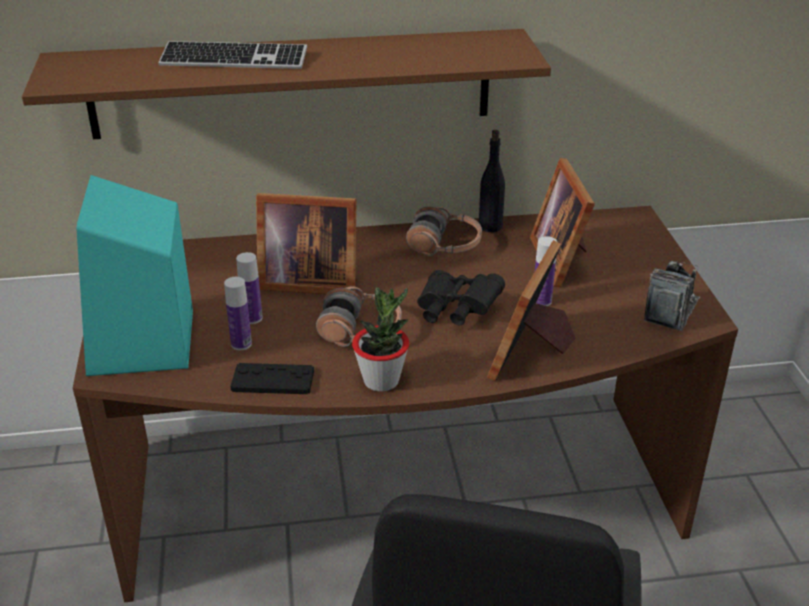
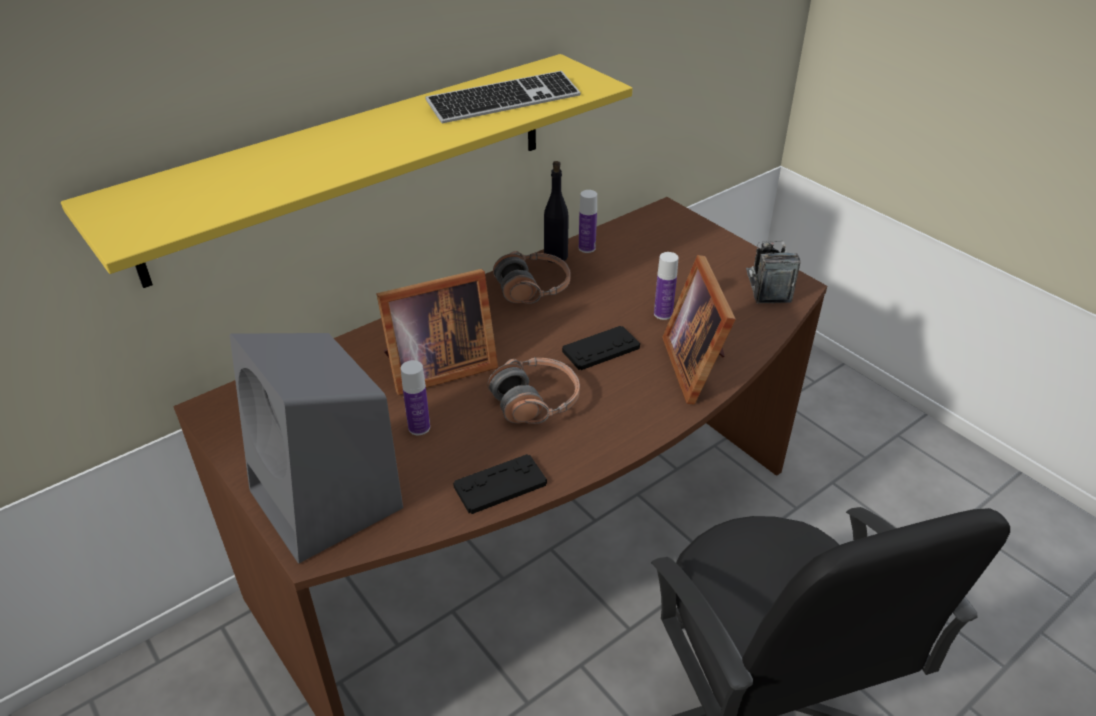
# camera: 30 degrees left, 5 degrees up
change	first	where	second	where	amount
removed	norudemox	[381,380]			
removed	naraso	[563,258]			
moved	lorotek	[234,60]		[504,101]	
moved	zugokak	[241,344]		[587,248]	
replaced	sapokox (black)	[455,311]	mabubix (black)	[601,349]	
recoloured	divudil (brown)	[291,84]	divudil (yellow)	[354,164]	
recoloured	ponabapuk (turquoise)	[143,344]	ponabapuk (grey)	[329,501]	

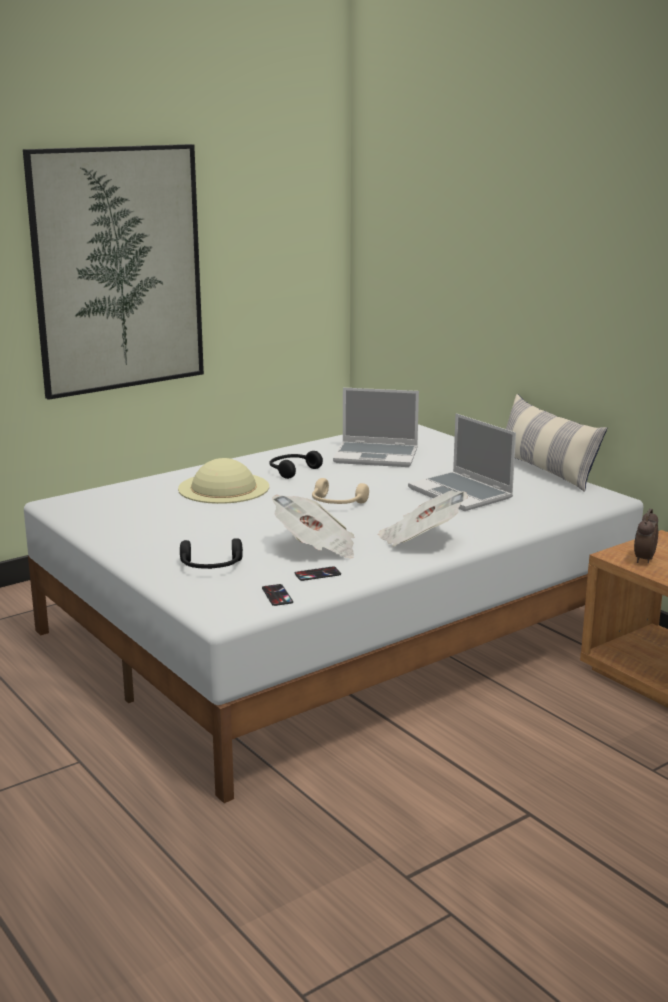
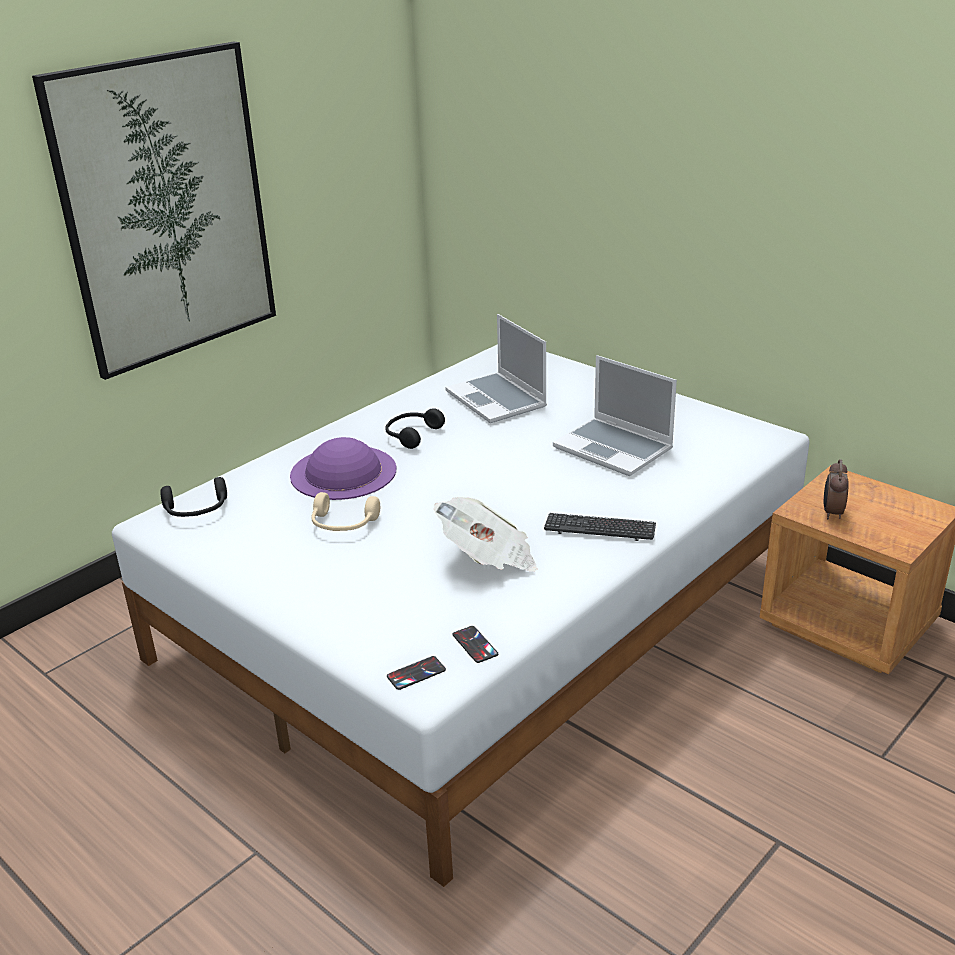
# camera: 10 degrees left, 10 degrees up
change	first	where	second	where	amount
removed	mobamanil	[545,470]			
moved	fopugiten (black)	[211,567]		[196,510]	
moved	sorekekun	[317,574]		[416,673]	
moved	fopugiten (beige)	[337,504]		[343,524]	
replaced	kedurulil	[420,540]	lorotek	[600,529]	
recoloured	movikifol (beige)	[223,488]	movikifol (purple)	[343,472]	
turned	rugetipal	[377,456]		[498,400]	60 degrees clockwise

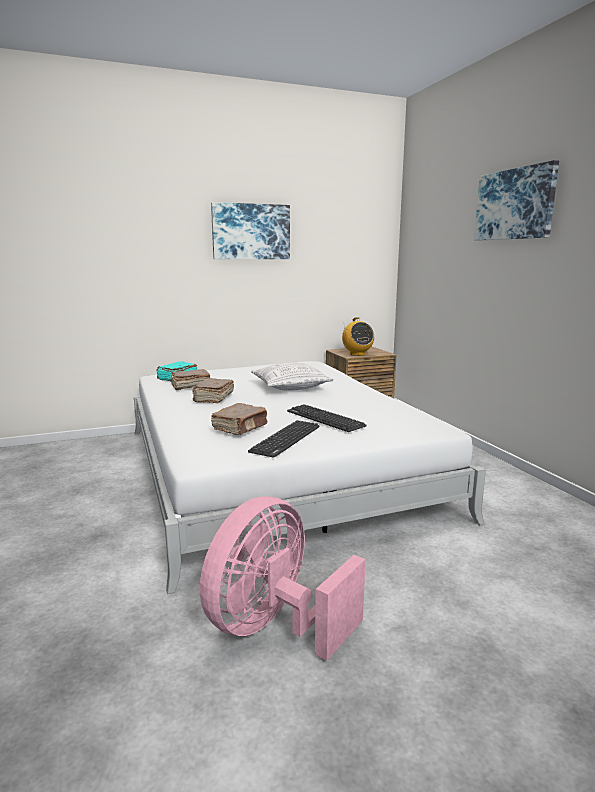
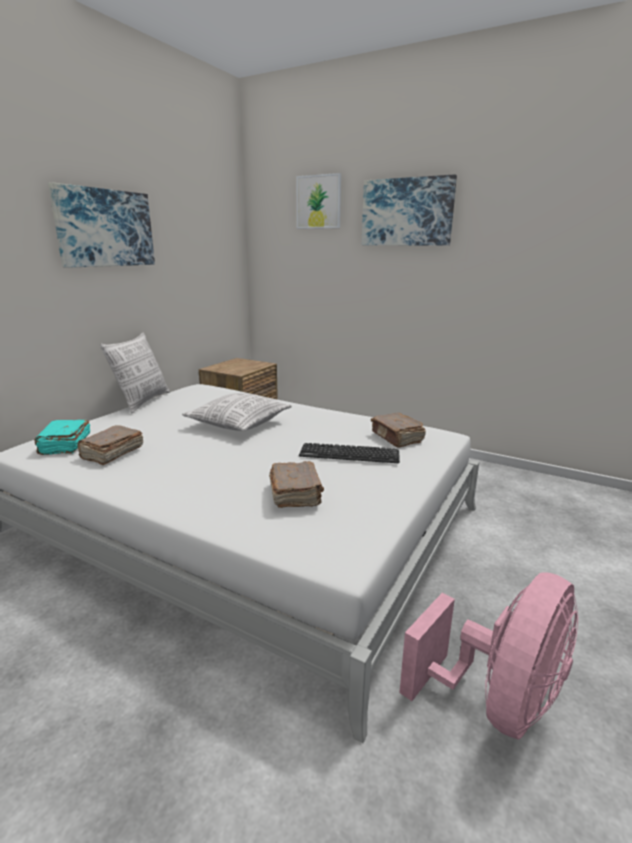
# camera: 40 degrees left, 5 degrees up
change	first	where	second	where	amount
removed	lorotek	[286,439]			
removed	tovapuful	[357,354]			
added			mobamanil	[142,402]	
added			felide	[318,202]	
moved	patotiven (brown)	[213,398]		[397,438]	
turned	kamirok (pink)	[275,626]		[498,702]	135 degrees counterclockwise

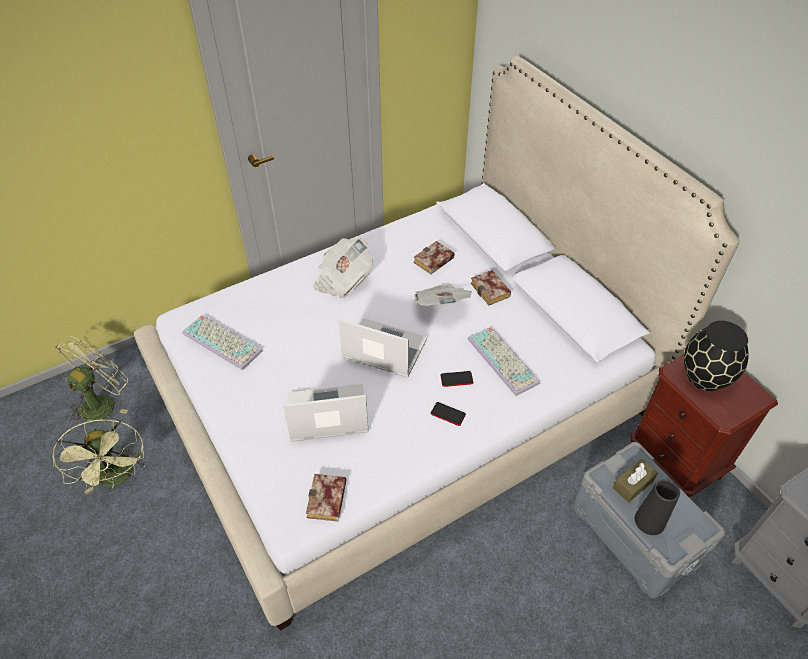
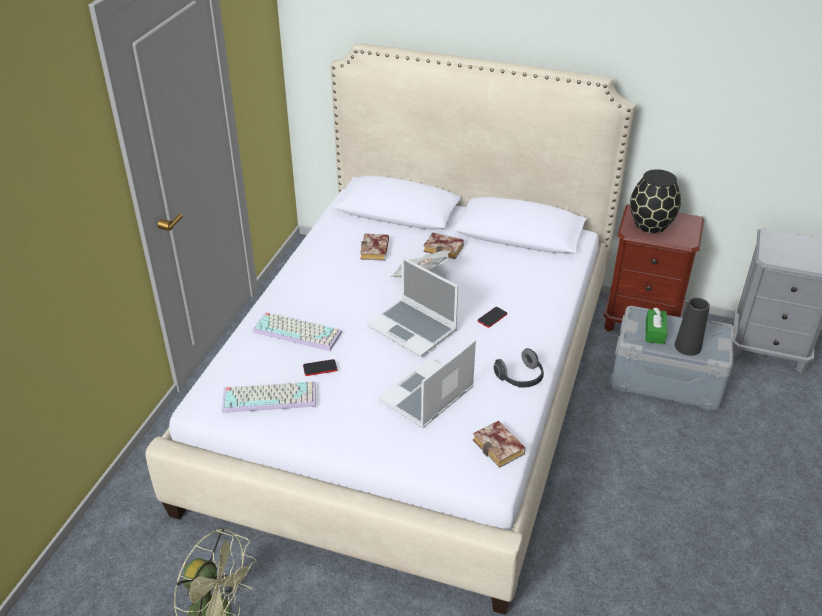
# camera: 40 degrees left, 10 degrees down
change	first	where	second	where	amount
removed	kamirok (green)	[102,402]			
removed	kedurulil	[342,279]			
added			fopugiten	[520,378]	
moved	sorekekun	[448,414]		[320,368]	
moved	lorotek	[504,361]		[299,331]	
recoloured	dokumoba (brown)	[633,484]	dokumoba (green)	[654,332]	
turned	rugetipal	[383,350]		[413,329]	120 degrees counterclockwise

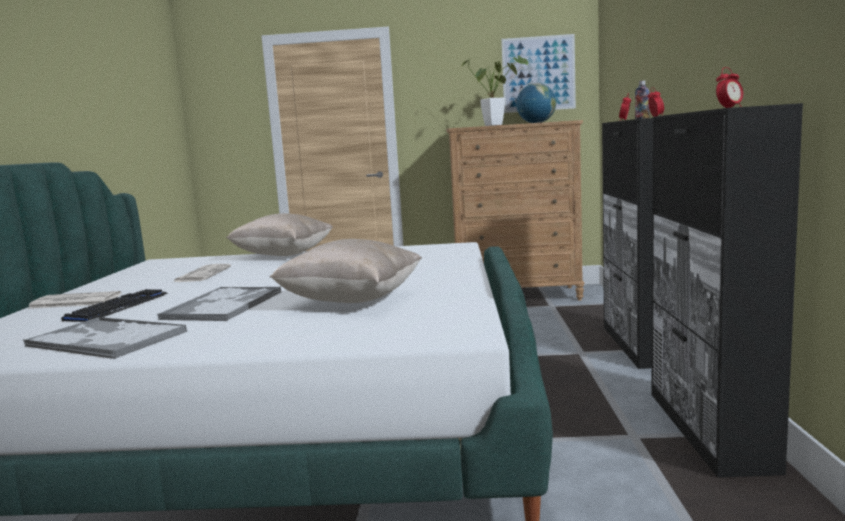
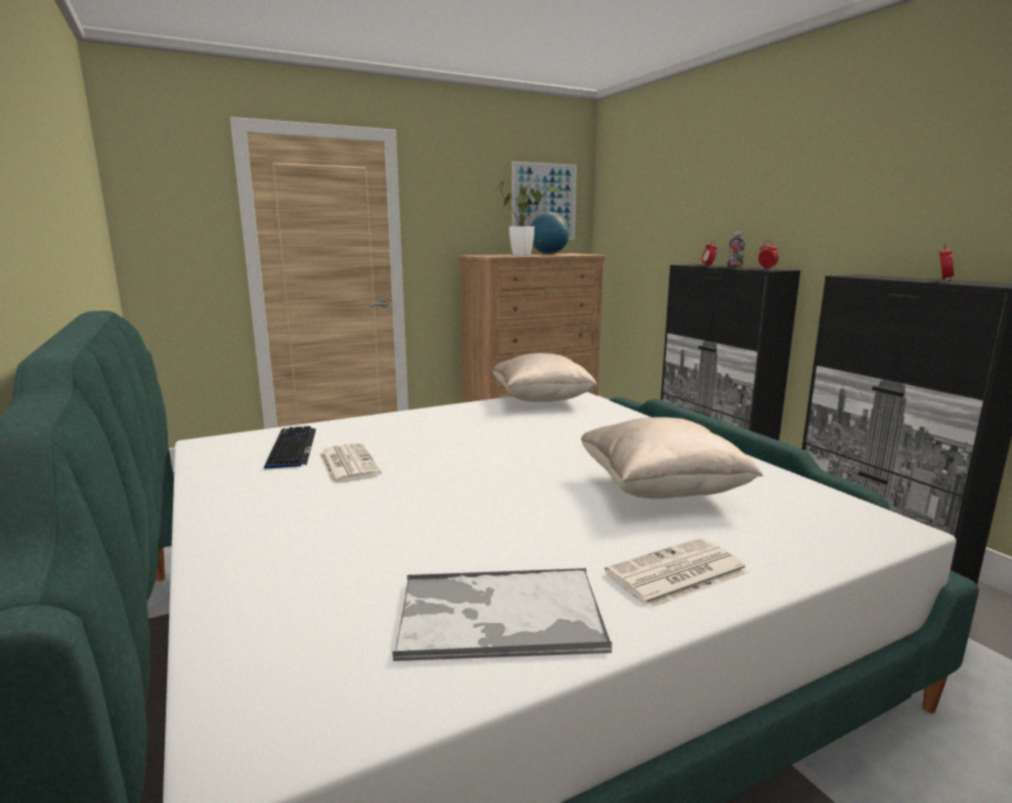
# camera: 30 degrees left, 5 degrees up
change	first	where	second	where	amount
removed	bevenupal	[224,305]			
moved	kedurulil	[74,302]		[676,574]	
moved	lorotek	[118,307]		[292,448]	
moved	mobamanil (beige)	[283,255]		[541,400]	

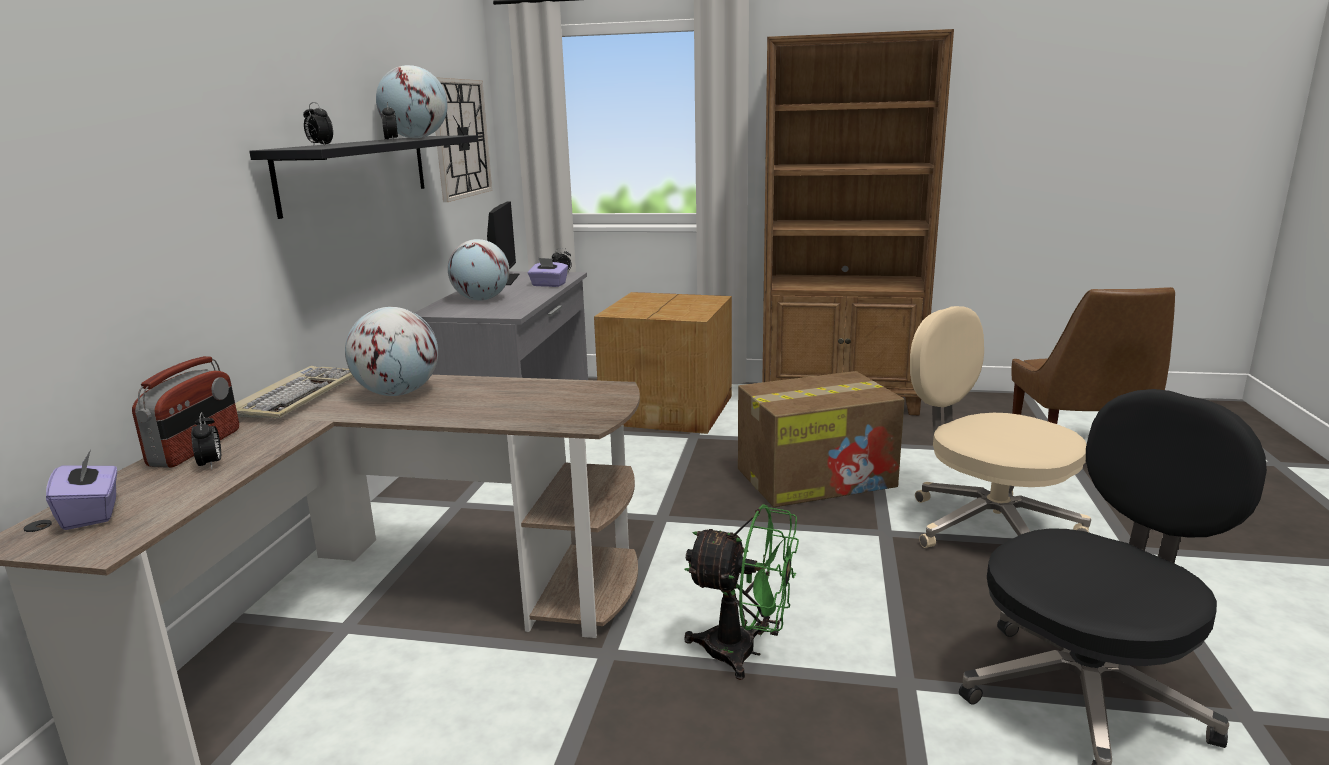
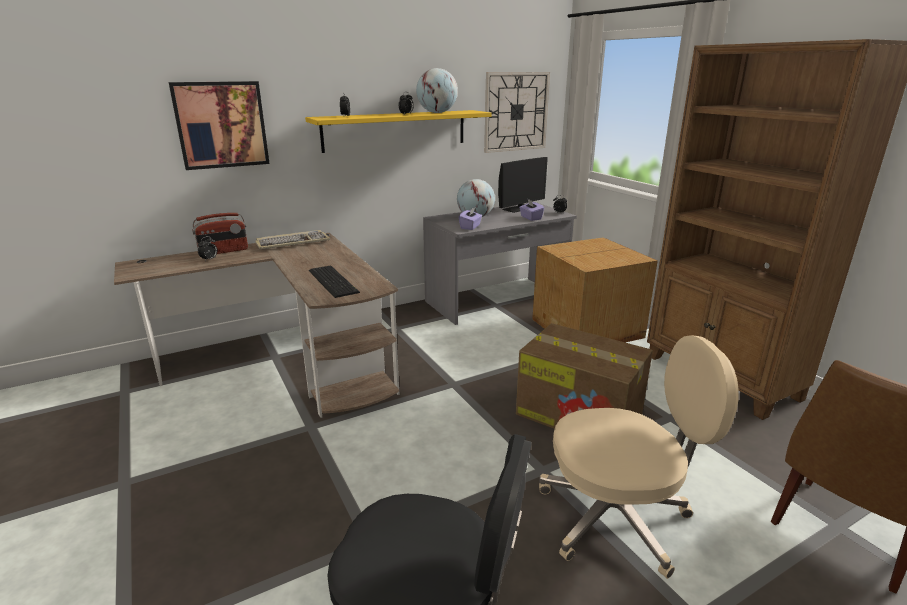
# camera: 50 degrees right, 5 degrees up
change	first	where	second	where	amount
removed	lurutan	[397,393]			
removed	kamirok (green)	[744,652]			
added			felide	[221,125]	
added			lorotek	[334,280]	
moved	dokumoba (purple)	[92,513]		[470,227]	
recoloured	divudil (black)	[357,172]	divudil (yellow)	[395,130]	
turned	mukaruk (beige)	[987,527]		[617,517]	75 degrees clockwise

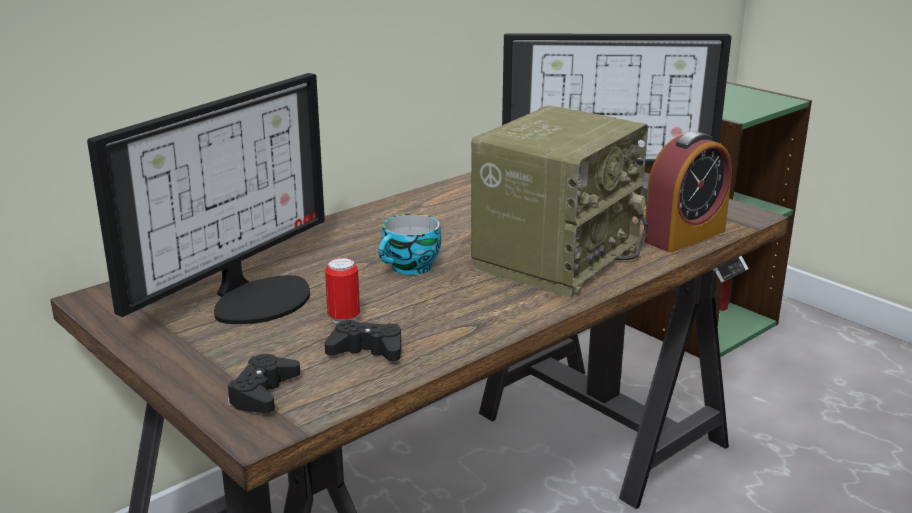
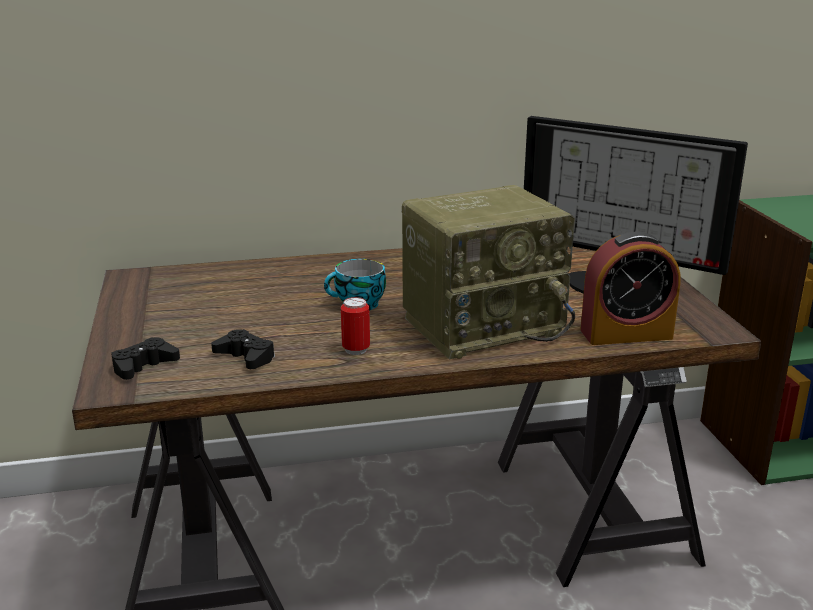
# camera: 30 degrees right, 0 degrees up
change	first	where	second	where	amount
removed	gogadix	[255,296]			
moved	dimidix	[344,318]		[356,350]	

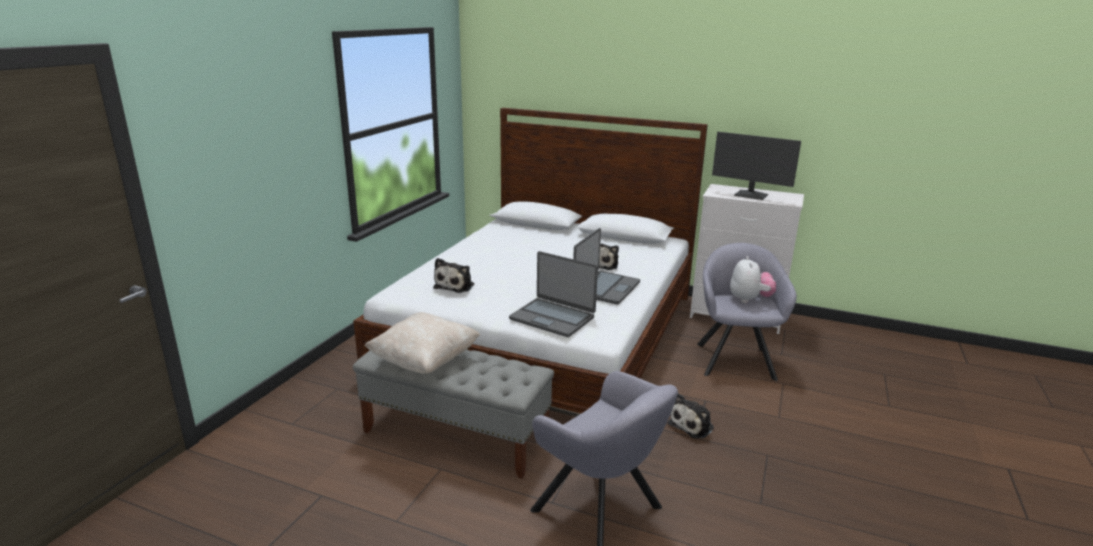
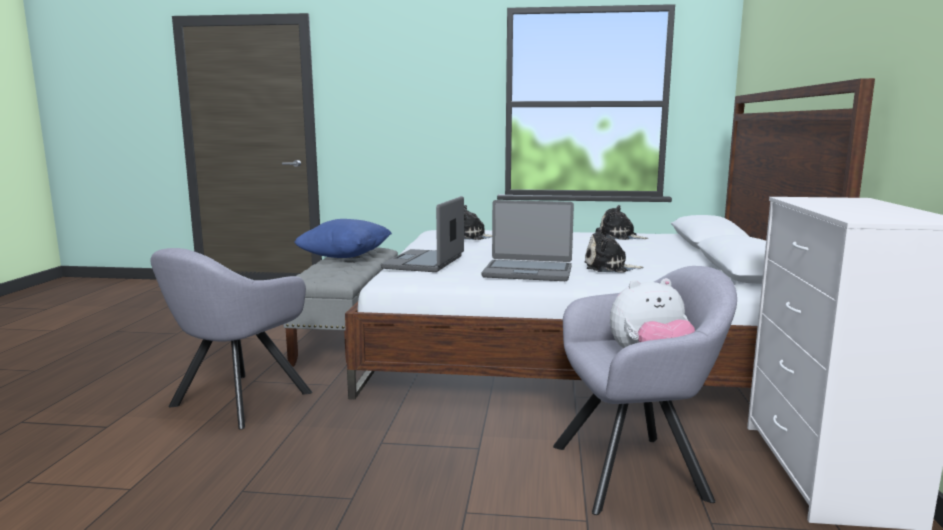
# camera: 75 degrees right, 10 degrees down
change	first	where	second	where	amount
removed	gogadix	[750,195]			
moved	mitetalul	[693,425]		[620,237]	
recoloured	mobamanil (beige)	[425,361]	mobamanil (blue)	[345,257]	

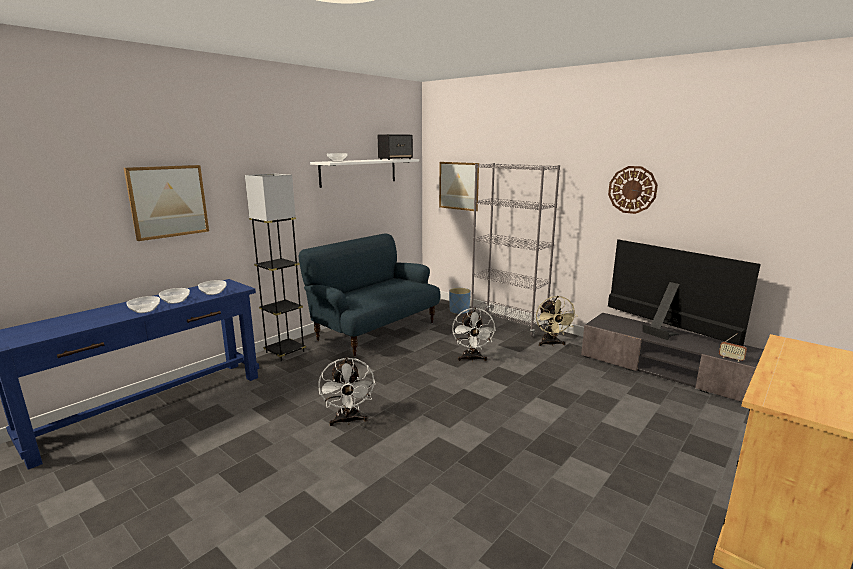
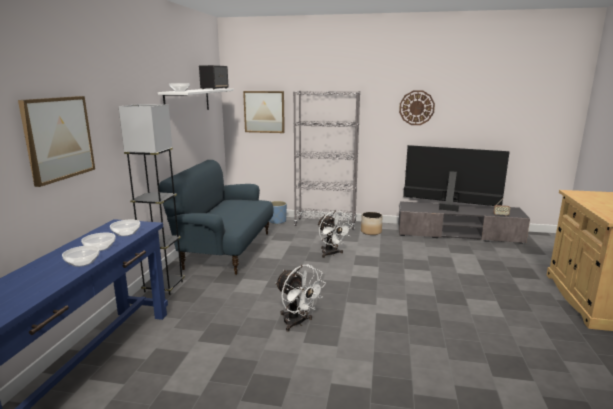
# camera: 30 degrees left, 0 degrees up
change	first	where	second	where	amount
replaced	kamirok (beige)	[551,344]	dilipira	[371,232]	

